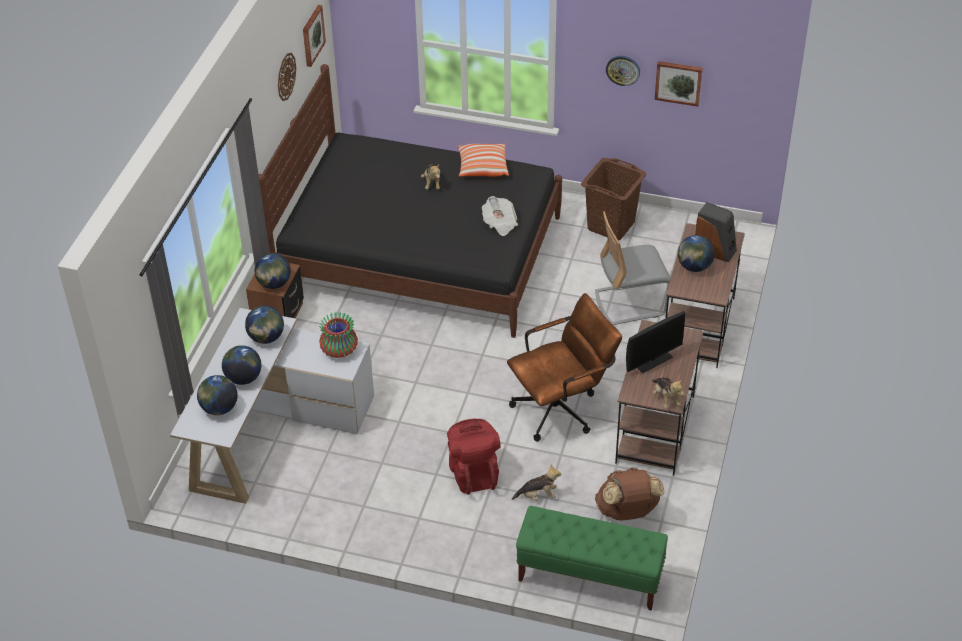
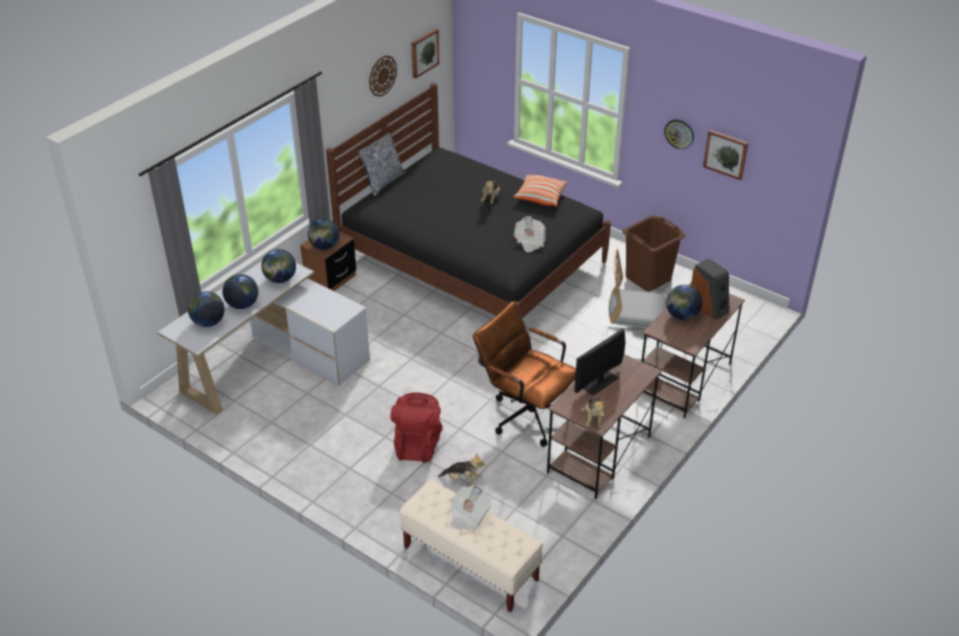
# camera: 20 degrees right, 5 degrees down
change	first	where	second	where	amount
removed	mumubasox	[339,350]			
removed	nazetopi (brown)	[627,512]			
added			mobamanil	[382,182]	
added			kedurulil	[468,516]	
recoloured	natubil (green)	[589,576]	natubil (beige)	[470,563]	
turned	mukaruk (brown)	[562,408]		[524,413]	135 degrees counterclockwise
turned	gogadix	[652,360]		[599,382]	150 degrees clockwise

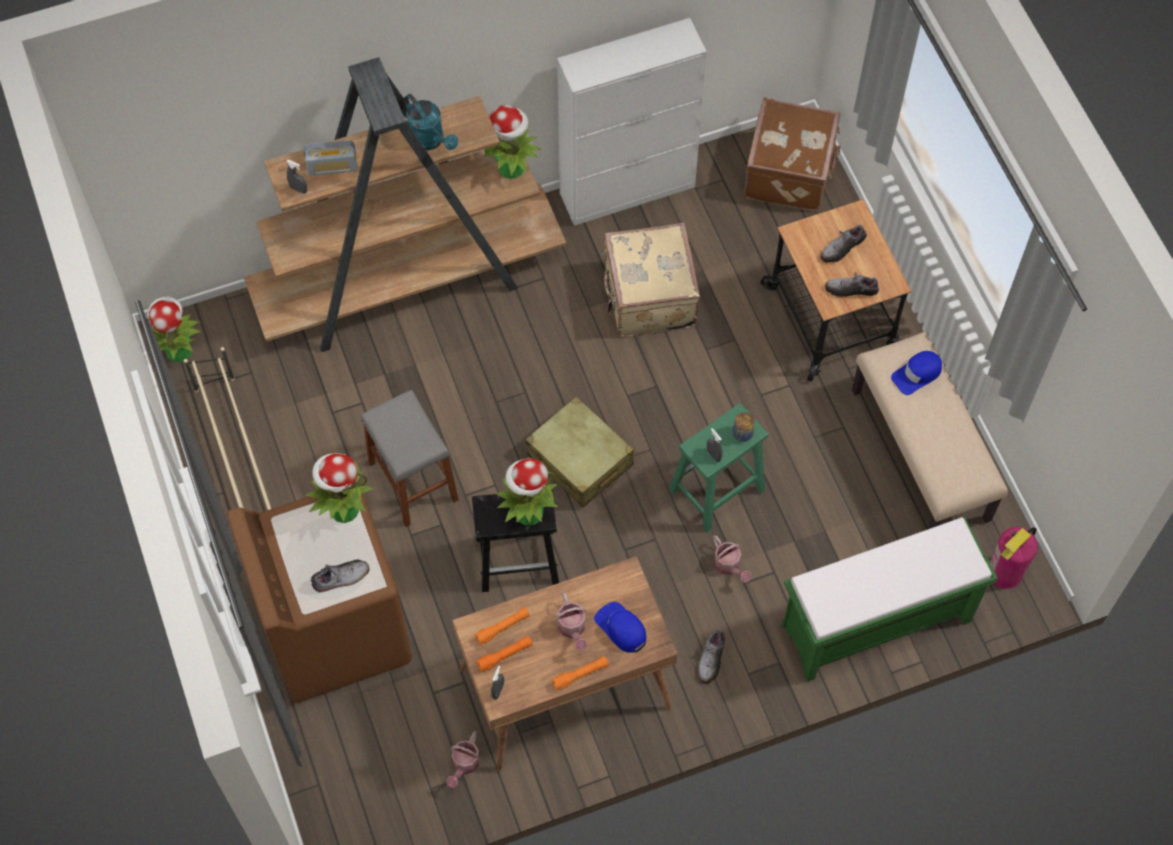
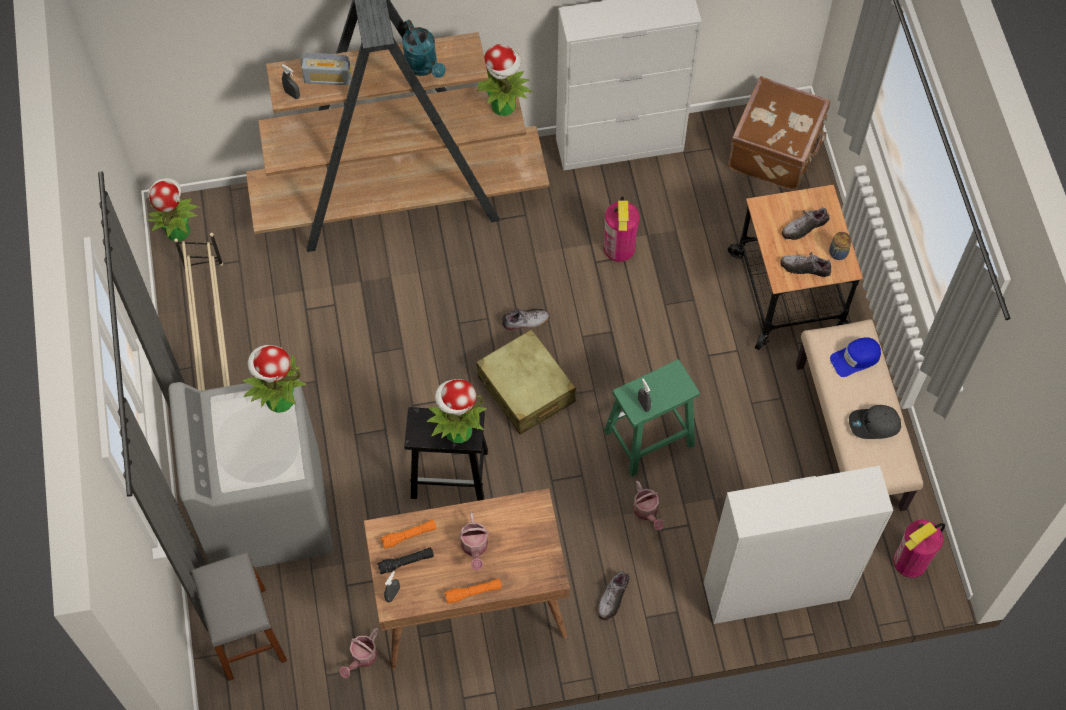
# camera: 10 degrees right, 0 degrees up
change	first	where	second	where	amount
removed	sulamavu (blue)	[621,628]			
added			sulamavu (grey)	[874,425]	
moved	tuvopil	[341,578]		[526,321]	
moved	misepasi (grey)	[413,481]		[246,633]	
moved	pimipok	[742,434]		[837,253]	
replaced	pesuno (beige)	[648,297]	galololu	[619,248]	
replaced	natubil (green)	[874,624]	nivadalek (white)	[775,590]	
recoloured	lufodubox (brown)	[334,630]	lufodubox (grey)	[267,511]	
recoloured	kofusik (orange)	[505,655]	kofusik (black)	[406,562]	

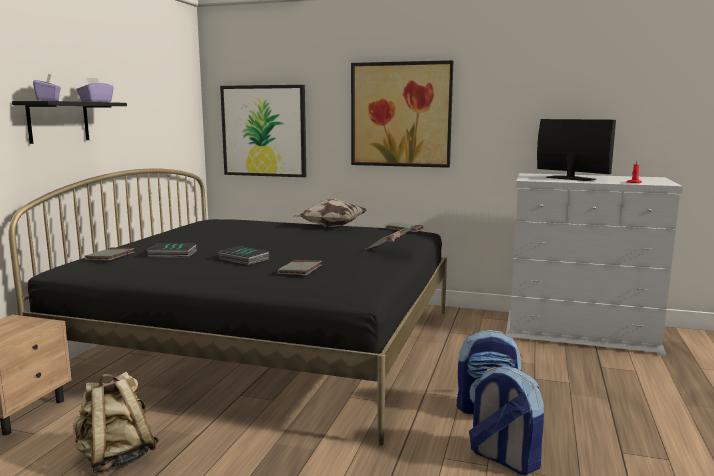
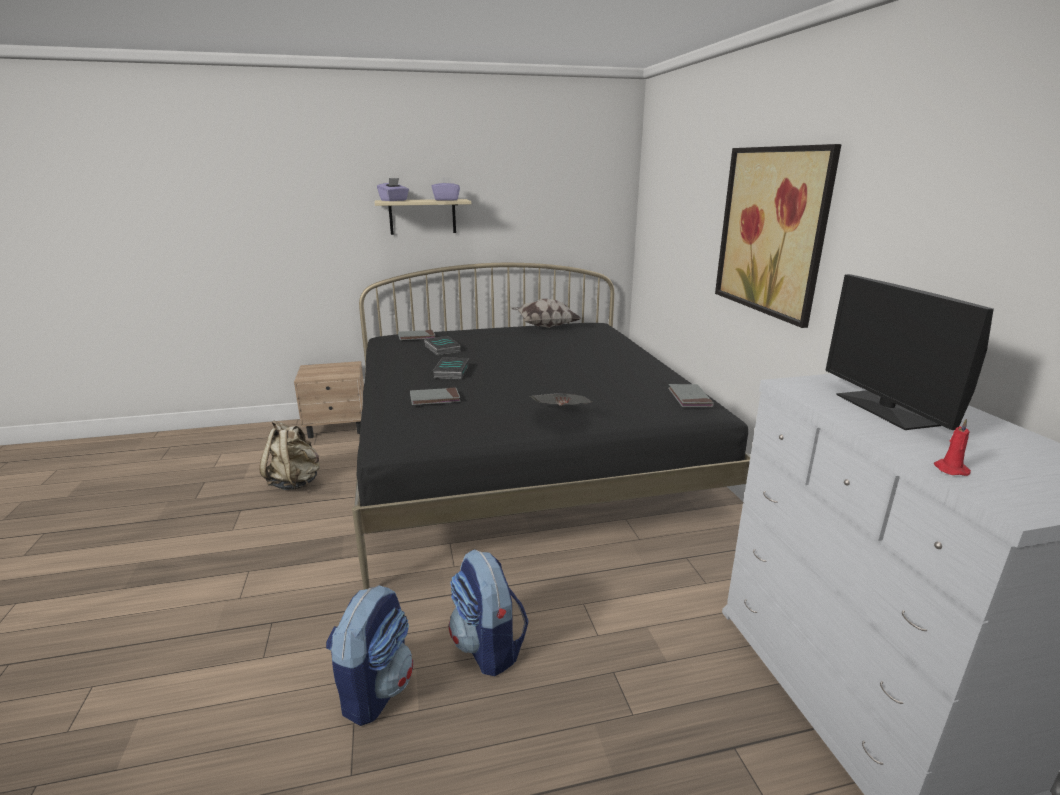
# camera: 60 degrees right, 10 degrees up
change	first	where	second	where	amount
removed	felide	[264,131]			
moved	mobamanil	[330,226]		[544,326]	
recoloured	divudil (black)	[58,122]	divudil (beige)	[422,216]	
turned	gogadix	[570,178]		[885,409]	150 degrees clockwise

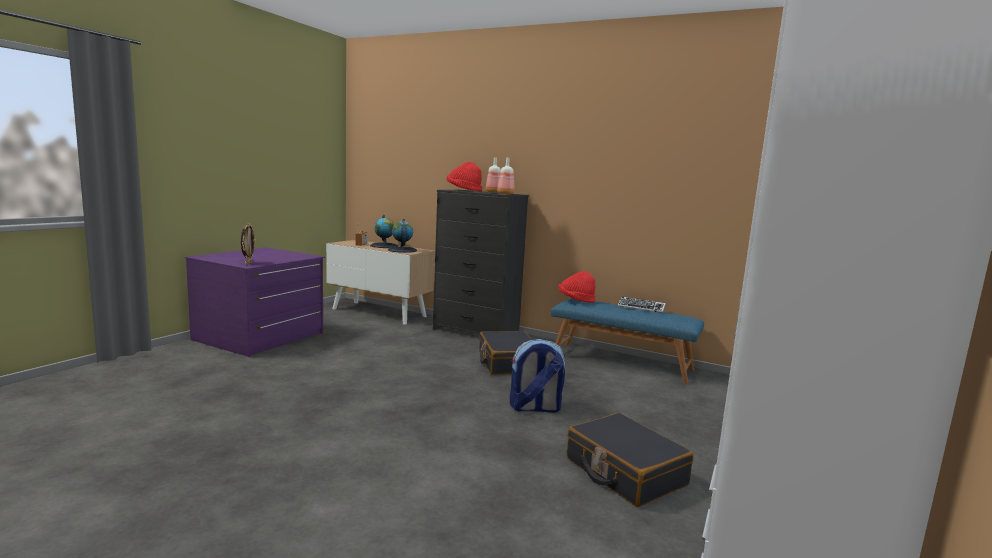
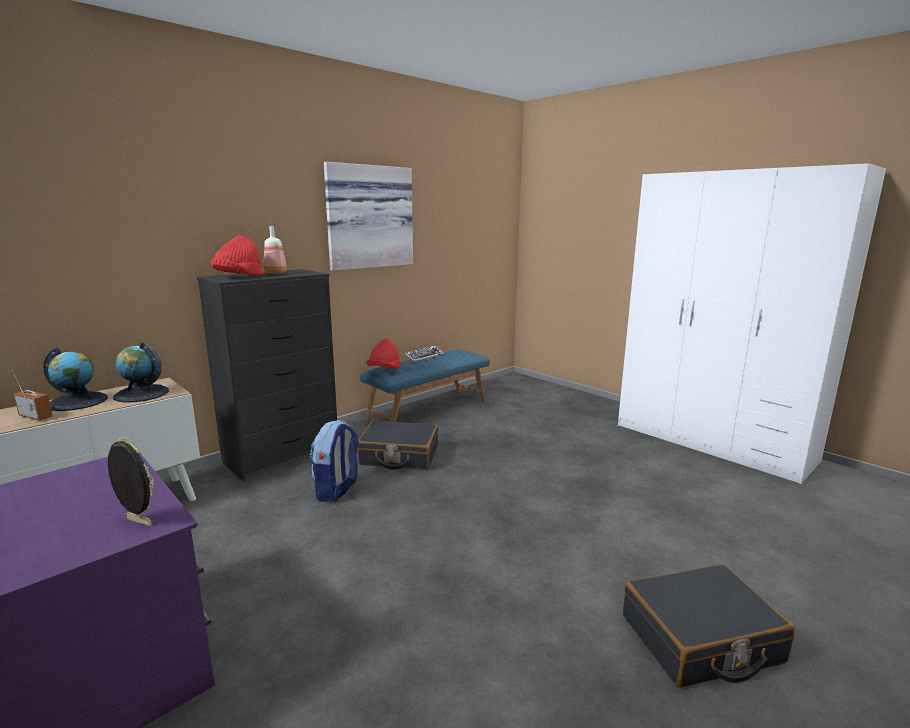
# camera: 70 degrees left, 5 degrees up
change	first	where	second	where	amount
removed	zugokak	[505,194]			
added			felide	[368,217]	
moved	nazetopi	[534,408]		[337,490]	
moved	pesuno (black)	[624,472]		[700,640]	

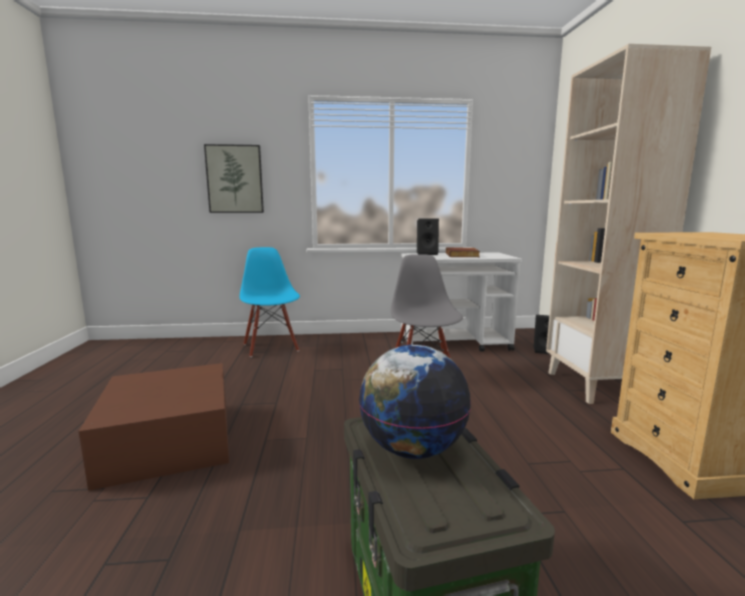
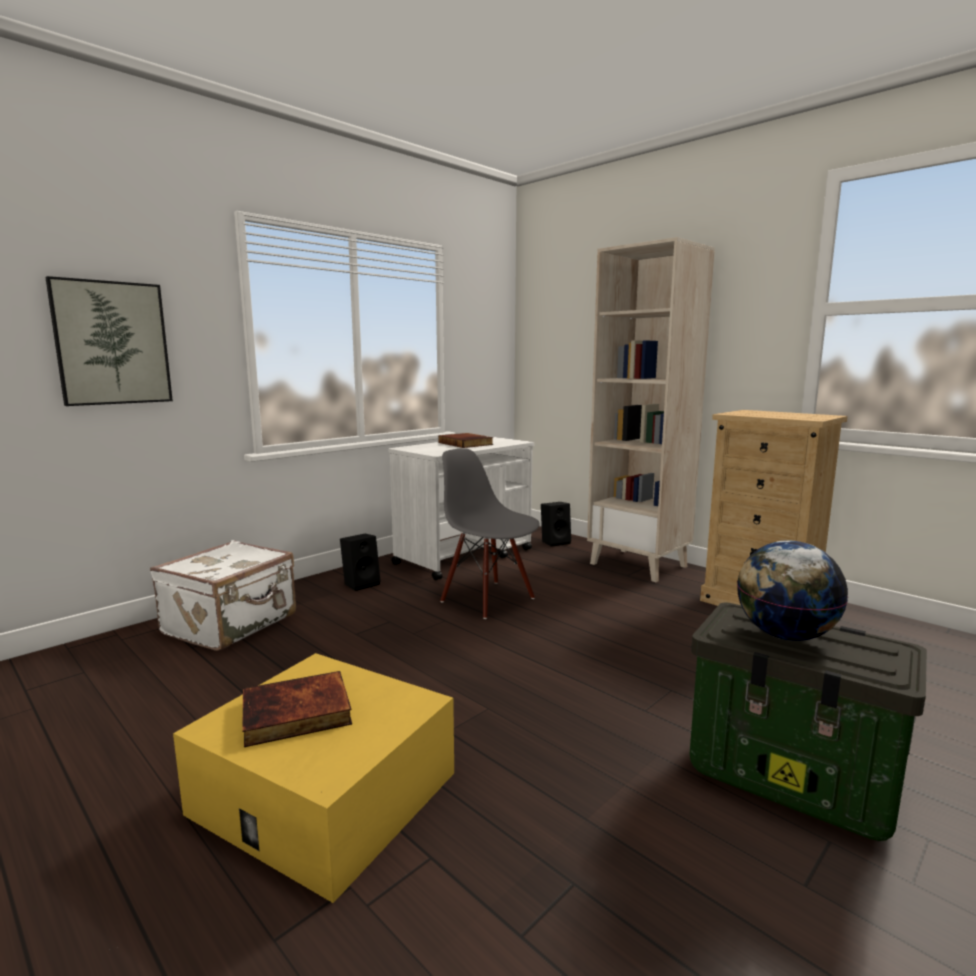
# camera: 40 degrees left, 0 degrees up
change	first	where	second	where	amount
added			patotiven	[295,714]	
moved	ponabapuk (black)	[427,254]		[361,583]	
replaced	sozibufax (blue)	[271,347]	pesuno (white)	[232,624]	
recoloured	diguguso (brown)	[169,441]	diguguso (yellow)	[325,793]	

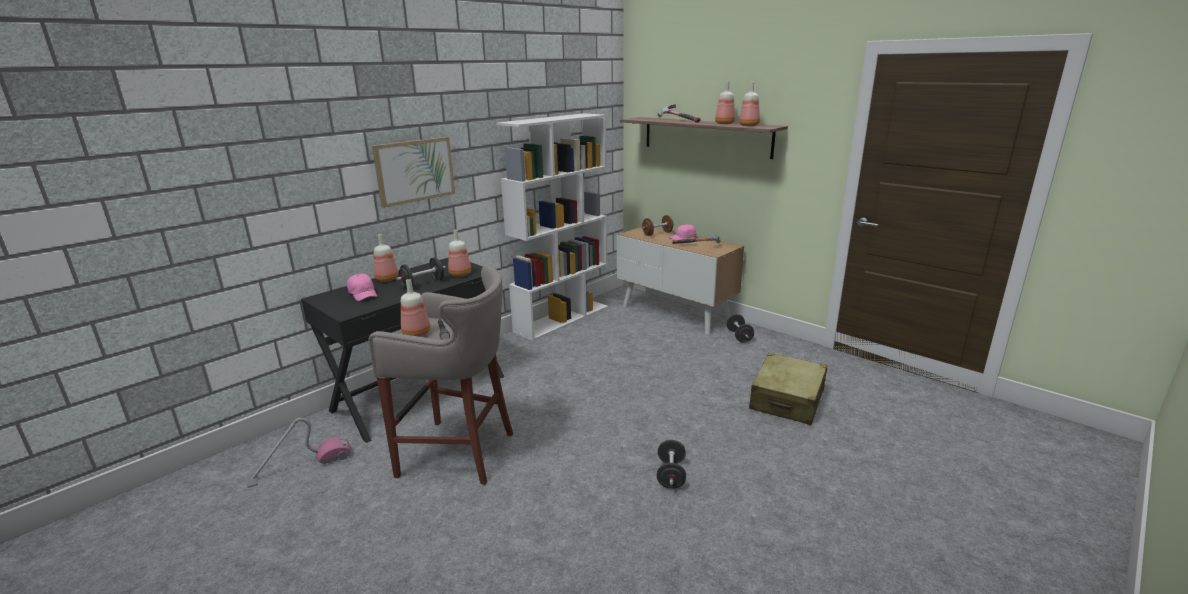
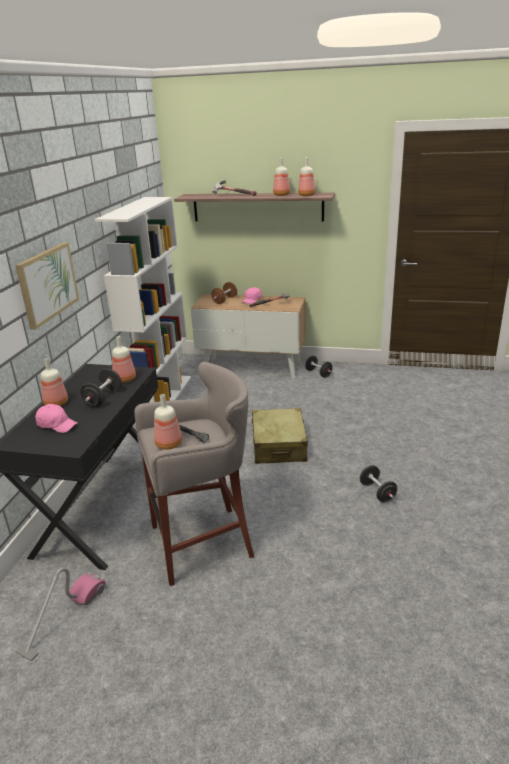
# camera: 30 degrees left, 5 degrees up
change	first	where	second	where	amount
moved	pesuno (beige)	[787,399]		[279,445]	

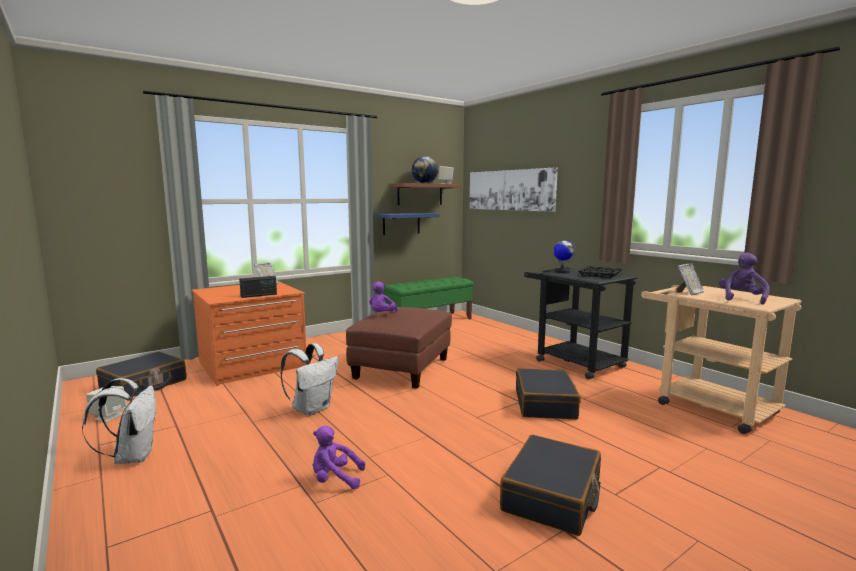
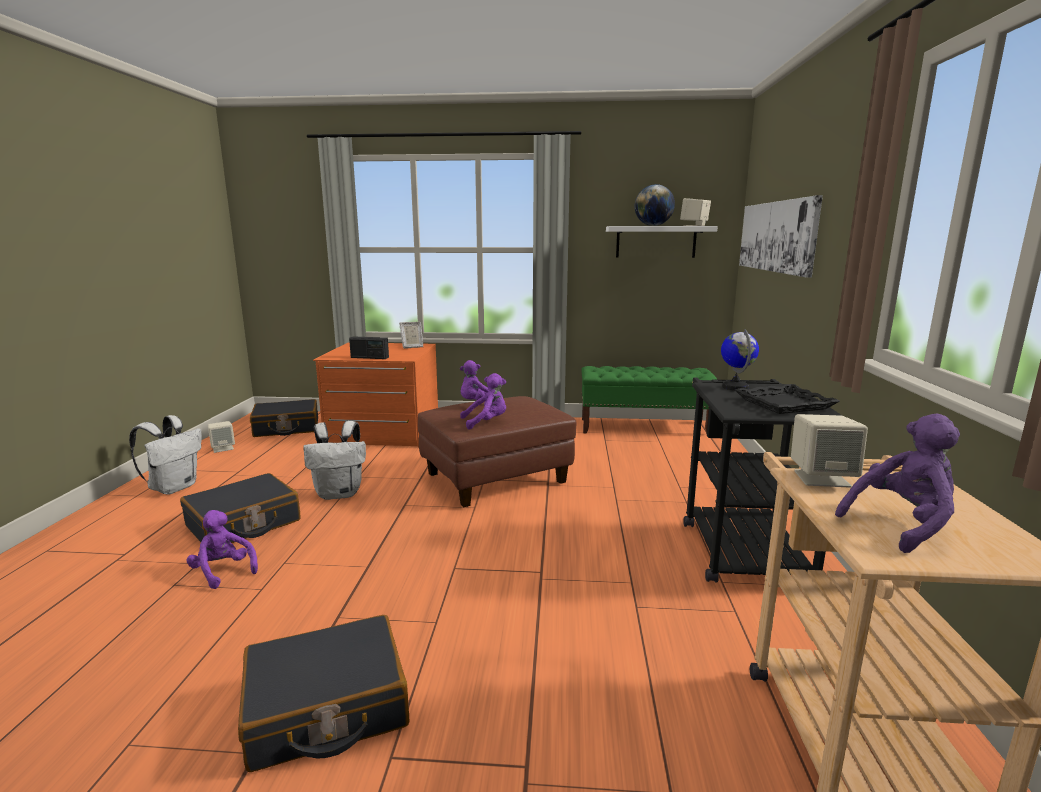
# camera: 40 degrees right, 5 degrees up
change	first	where	second	where	amount
removed	divudil (blue)	[401,223]			
added			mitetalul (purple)	[486,422]	
moved	pesuno (black)	[545,404]		[243,524]	
replaced	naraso	[689,293]	ponabapuk (beige)	[821,478]	
recoloured	divudil (brown)	[420,194]	divudil (white)	[656,242]	

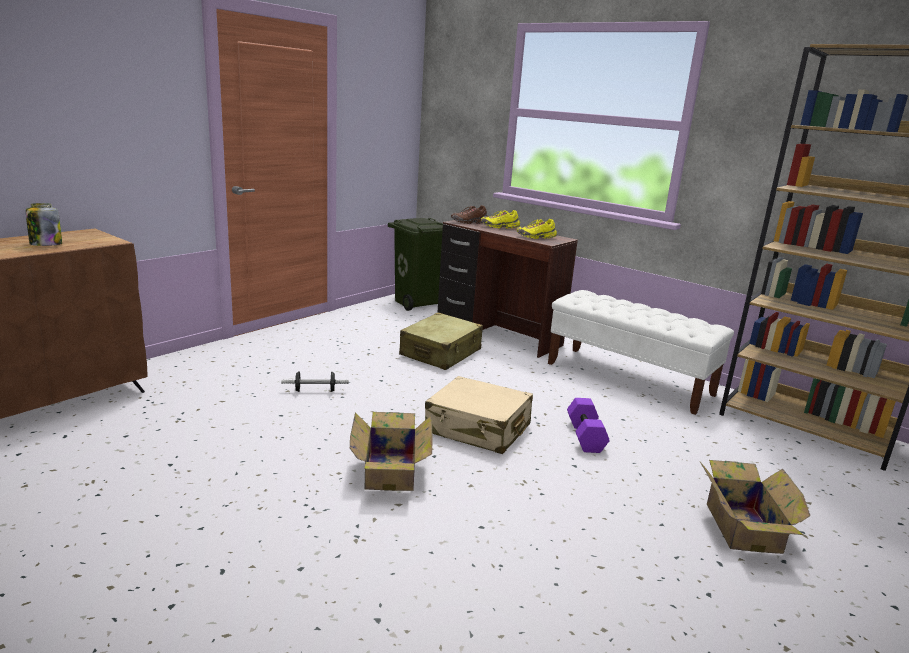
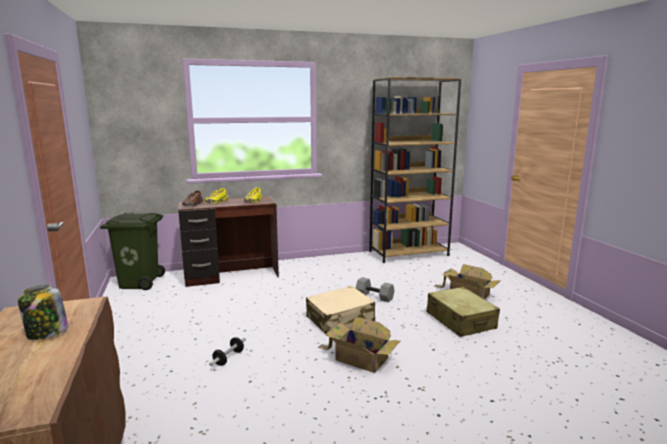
# camera: 55 degrees left, 5 degrees down
change	first	where	second	where	amount
removed	natubil (white)	[629,379]			
moved	pesuno (beige)	[441,353]		[460,321]	
recoloured	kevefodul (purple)	[586,437]	kevefodul (grey)	[375,296]	

